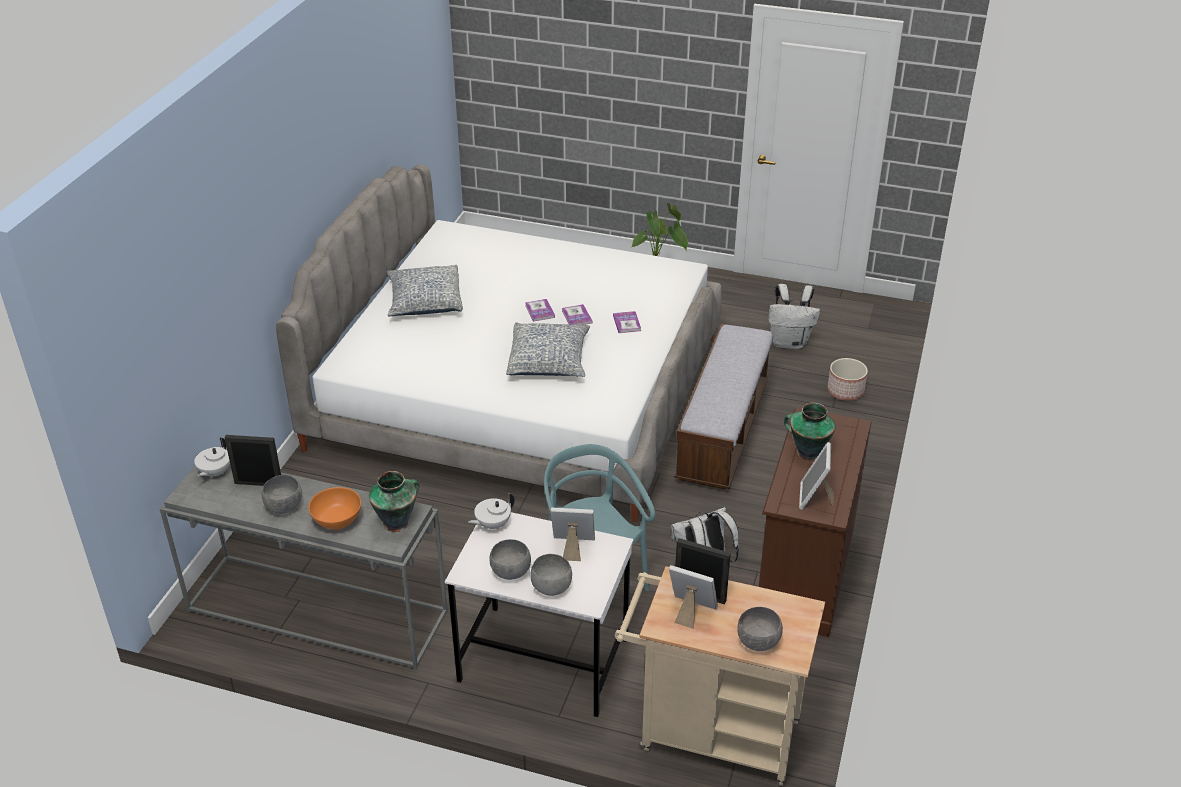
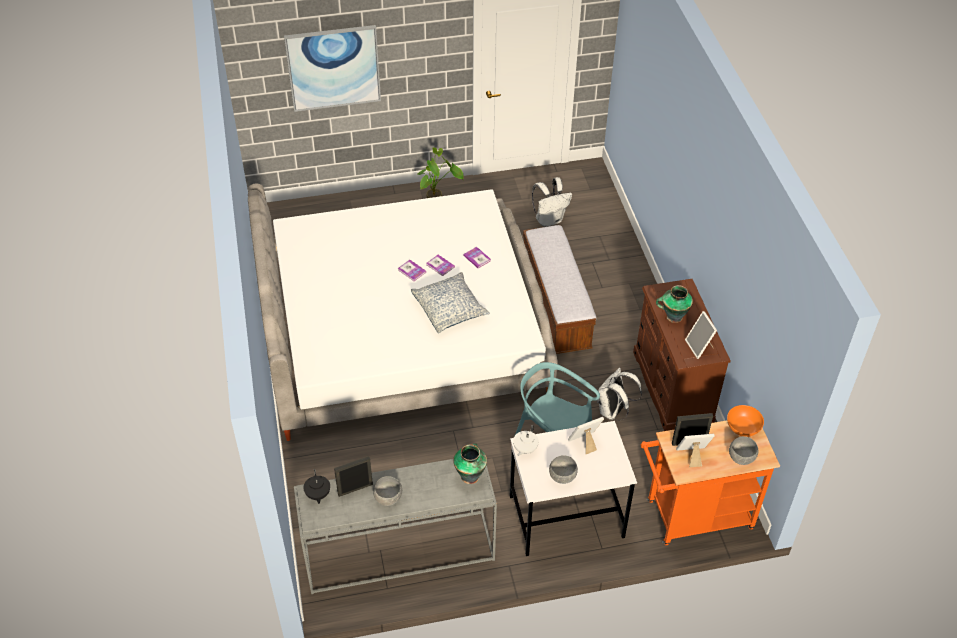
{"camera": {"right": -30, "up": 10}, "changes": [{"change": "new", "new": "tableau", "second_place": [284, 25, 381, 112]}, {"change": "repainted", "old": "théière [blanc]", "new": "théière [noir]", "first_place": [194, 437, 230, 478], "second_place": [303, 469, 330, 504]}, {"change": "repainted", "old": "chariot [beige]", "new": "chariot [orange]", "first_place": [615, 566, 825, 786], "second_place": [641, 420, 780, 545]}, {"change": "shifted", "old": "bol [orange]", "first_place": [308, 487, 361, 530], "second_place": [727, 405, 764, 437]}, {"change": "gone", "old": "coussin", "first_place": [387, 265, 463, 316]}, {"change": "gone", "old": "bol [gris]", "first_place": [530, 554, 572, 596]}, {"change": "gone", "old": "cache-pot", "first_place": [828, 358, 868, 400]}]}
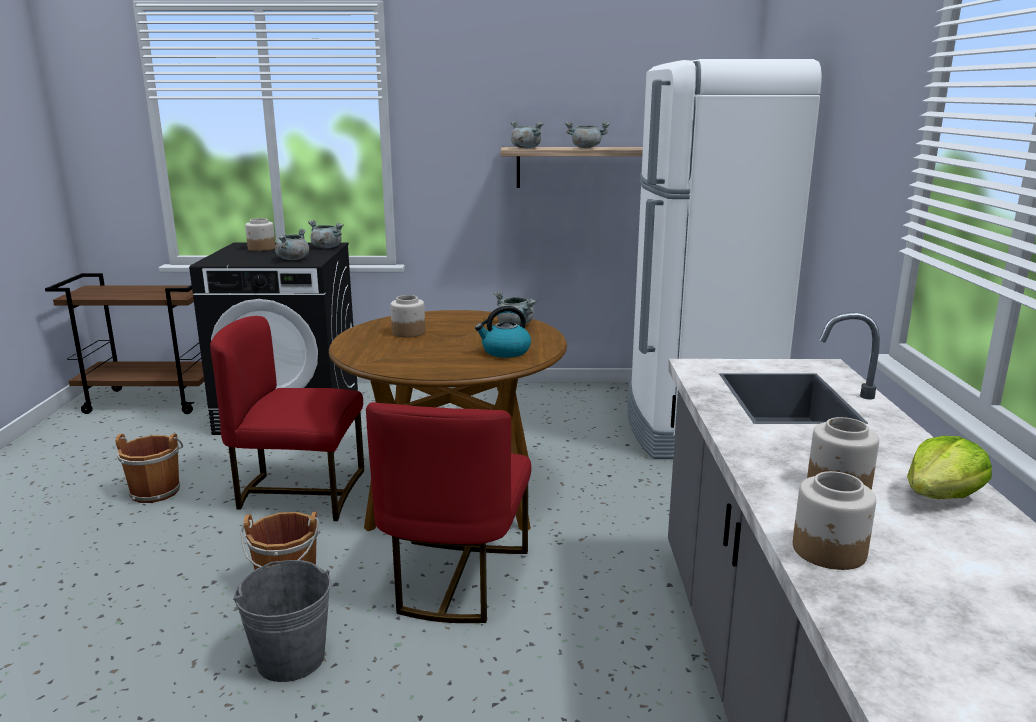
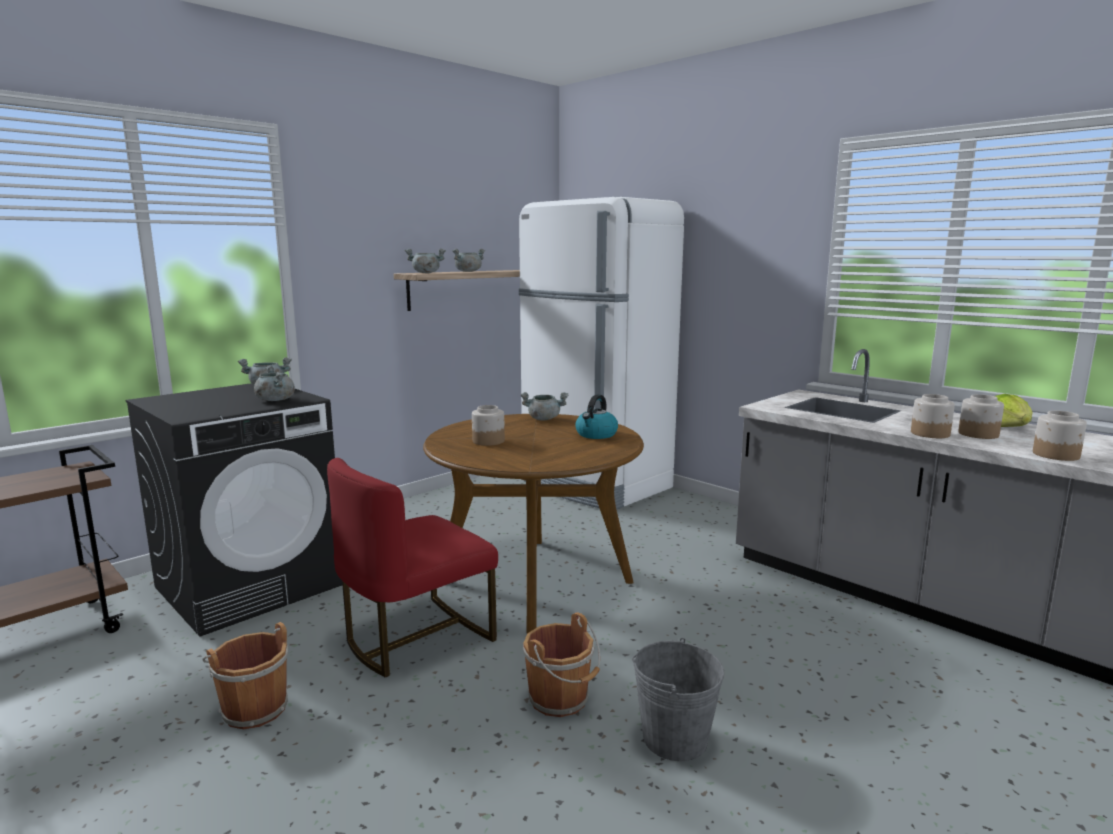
{"camera": {"right": -45, "up": -5}, "changes": [{"change": "shifted", "old": "bocal", "first_place": [245, 218, 275, 251], "second_place": [911, 394, 955, 438]}, {"change": "gone", "old": "chaise [rouge]", "first_place": [366, 402, 531, 623]}]}
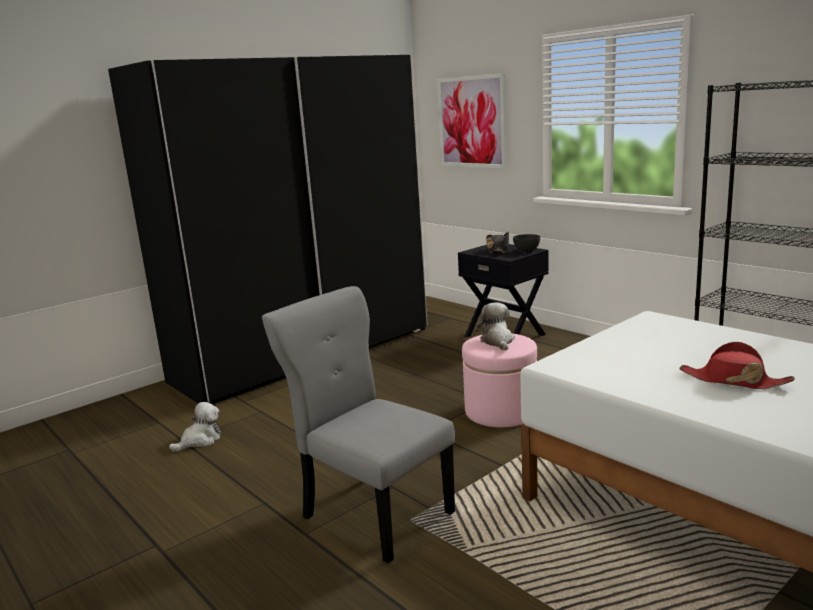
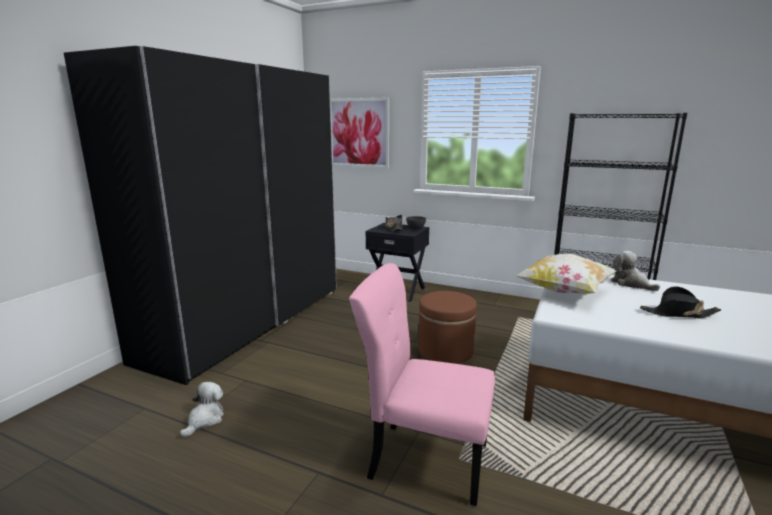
{"camera": {"right": -25, "up": 0}, "changes": [{"change": "repainted", "old": "chaise [gris]", "new": "chaise [rose]", "first_place": [262, 286, 455, 563], "second_place": [349, 263, 495, 506]}, {"change": "repainted", "old": "pouf [rose]", "new": "pouf [marron]", "first_place": [462, 333, 537, 427], "second_place": [418, 291, 477, 364]}, {"change": "new", "new": "coussin", "second_place": [515, 254, 616, 294]}, {"change": "shifted", "old": "peluche", "first_place": [477, 302, 515, 351], "second_place": [610, 251, 660, 291]}, {"change": "repainted", "old": "chapeau [rouge]", "new": "chapeau [noir]", "first_place": [680, 342, 795, 389], "second_place": [640, 286, 721, 318]}]}
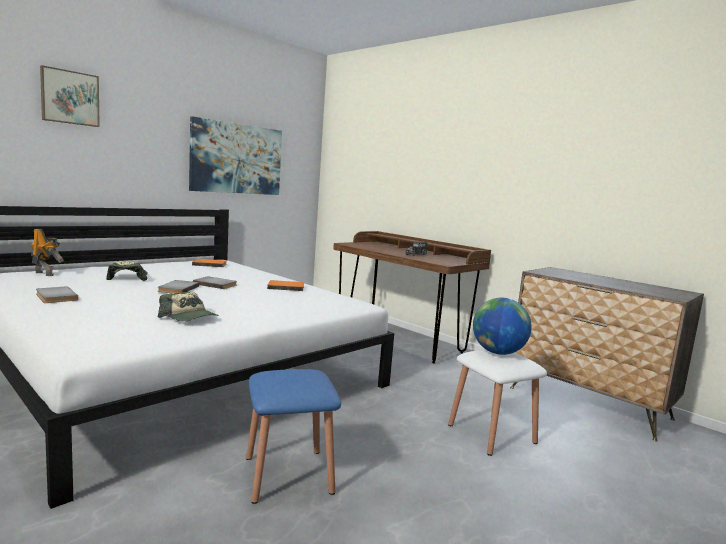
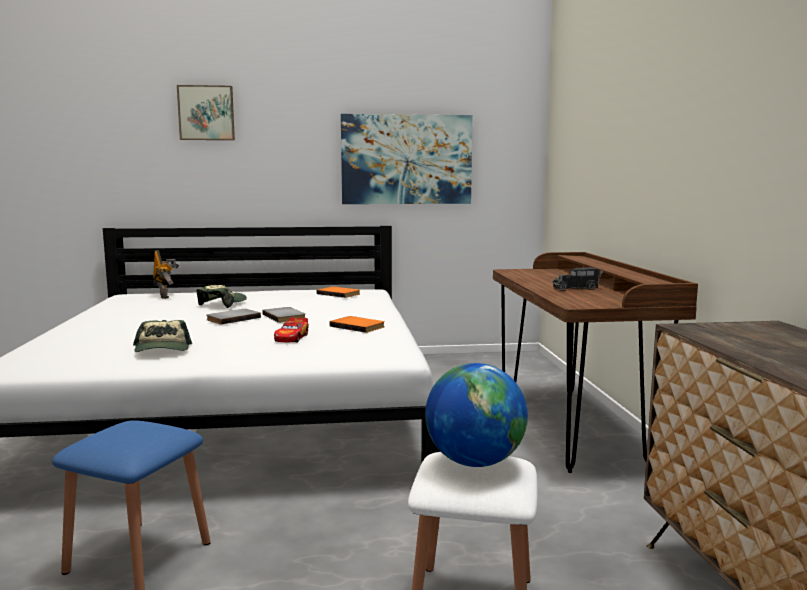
{"camera": {"right": 40, "up": 0}, "changes": [{"change": "new", "new": "petite voiture", "second_place": [274, 317, 309, 342]}, {"change": "gone", "old": "livre [gris]", "first_place": [36, 286, 78, 303]}]}
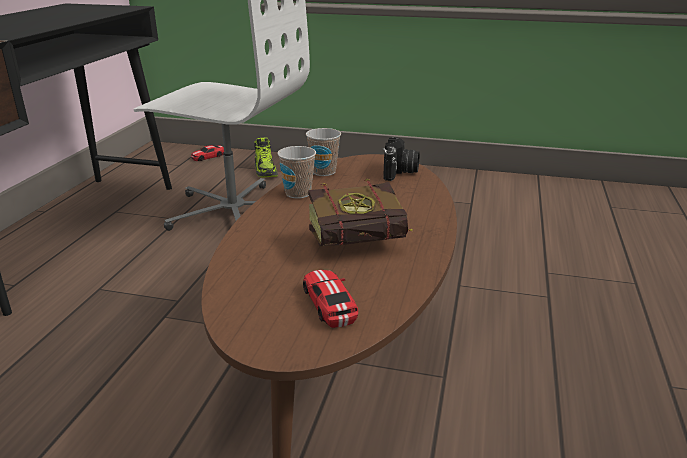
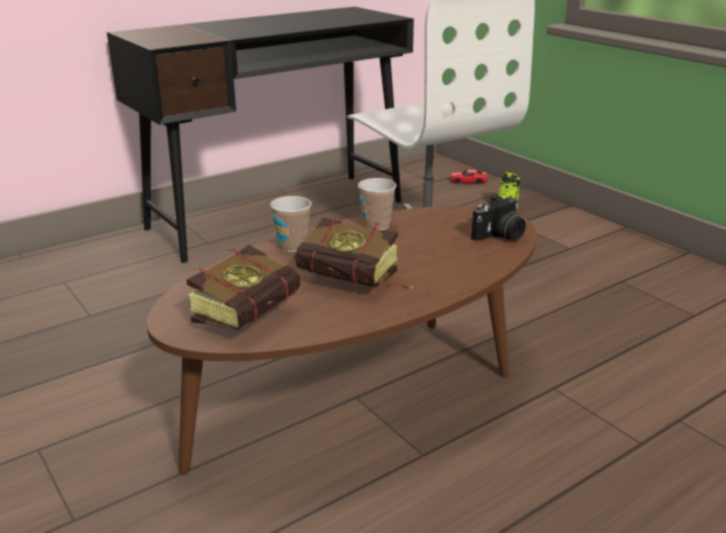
{"camera": {"right": 40, "up": 0}, "changes": [{"change": "swapped", "old": "petite voiture", "new": "livre", "first_place": [303, 270, 358, 328], "second_place": [187, 245, 300, 331]}, {"change": "shifted", "old": "tasse", "first_place": [306, 128, 341, 176], "second_place": [270, 196, 311, 252]}]}
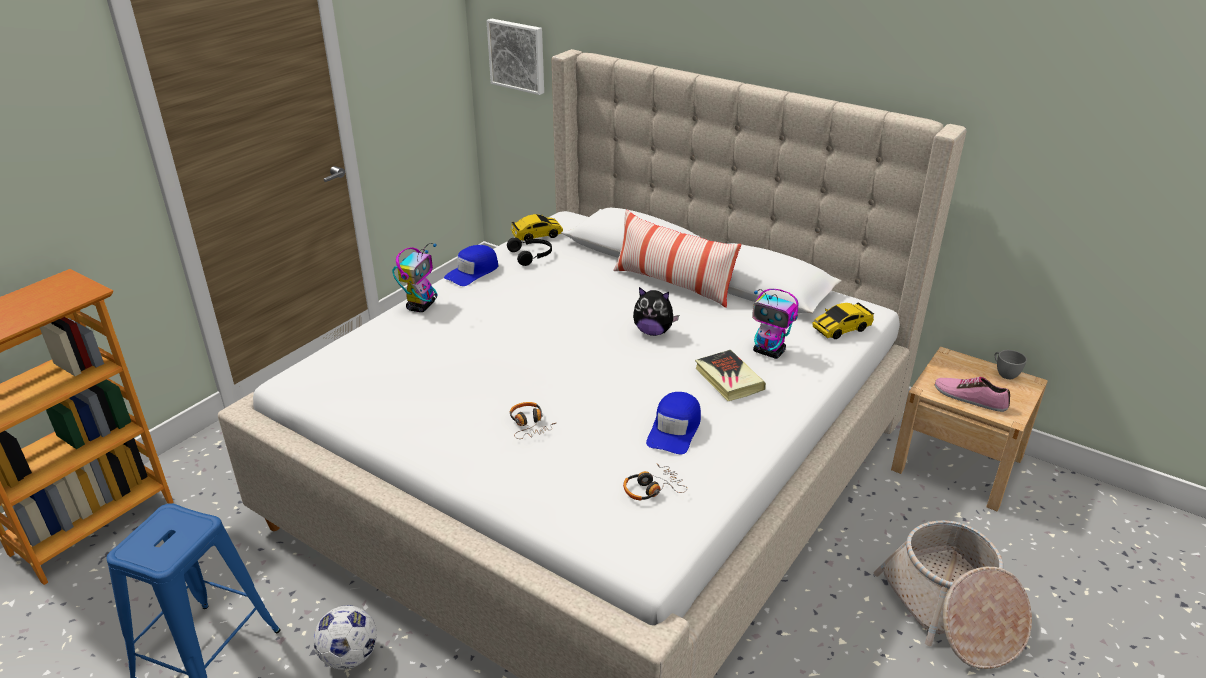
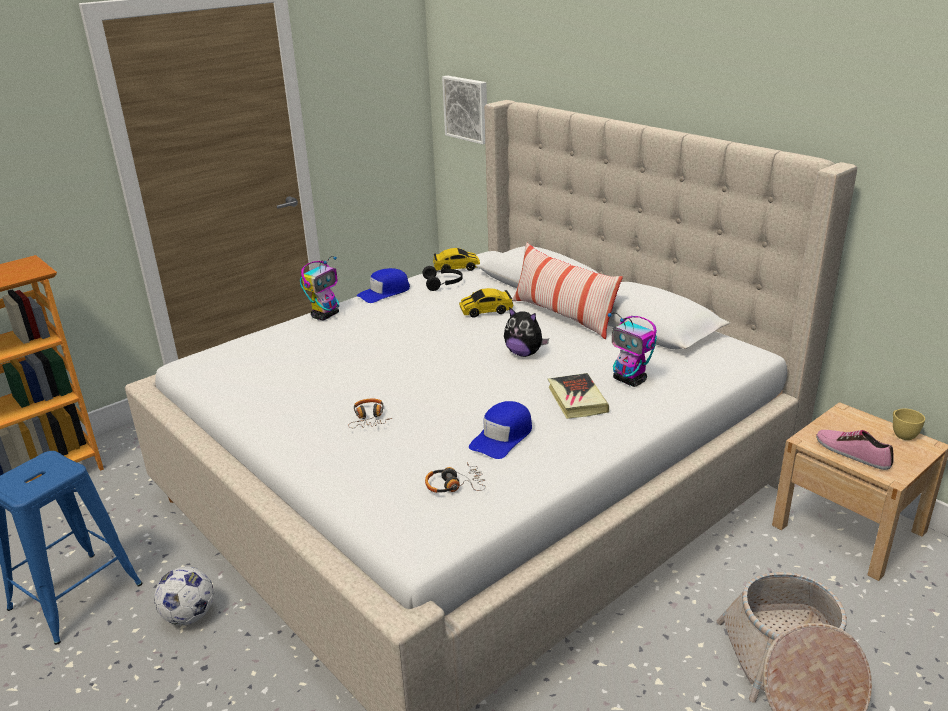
{"camera": {"right": 15, "up": -5}, "changes": [{"change": "shifted", "old": "petite voiture", "first_place": [813, 302, 874, 339], "second_place": [459, 288, 514, 318]}, {"change": "repainted", "old": "tasse [gris]", "new": "tasse [jaune]", "first_place": [995, 350, 1027, 379], "second_place": [893, 408, 925, 440]}]}
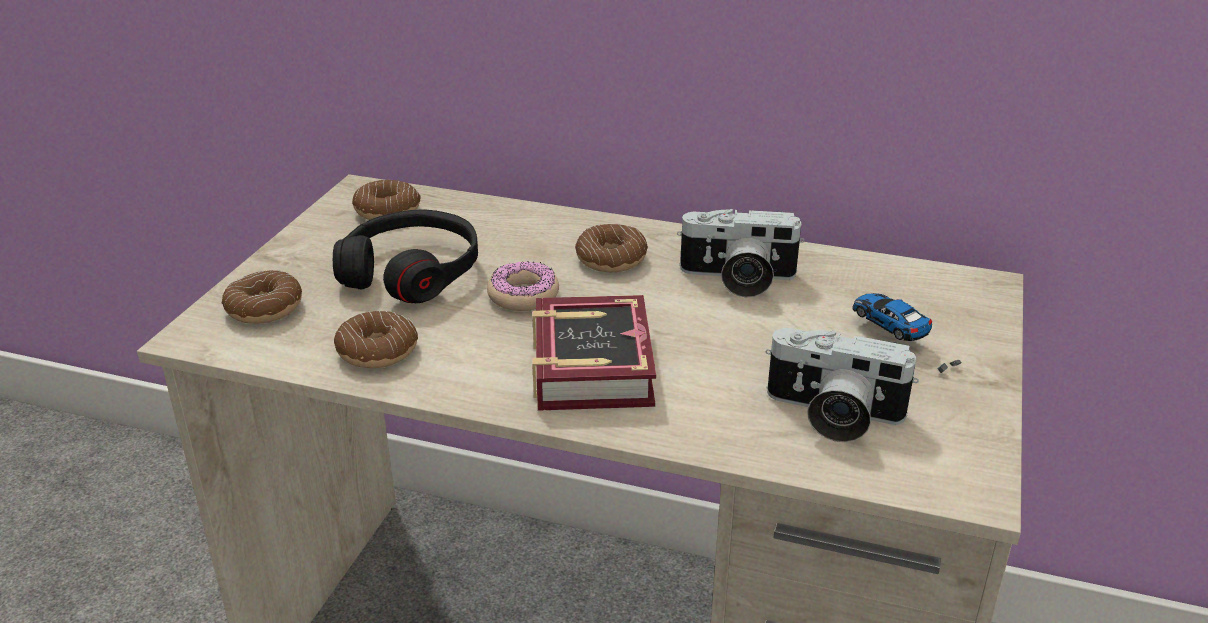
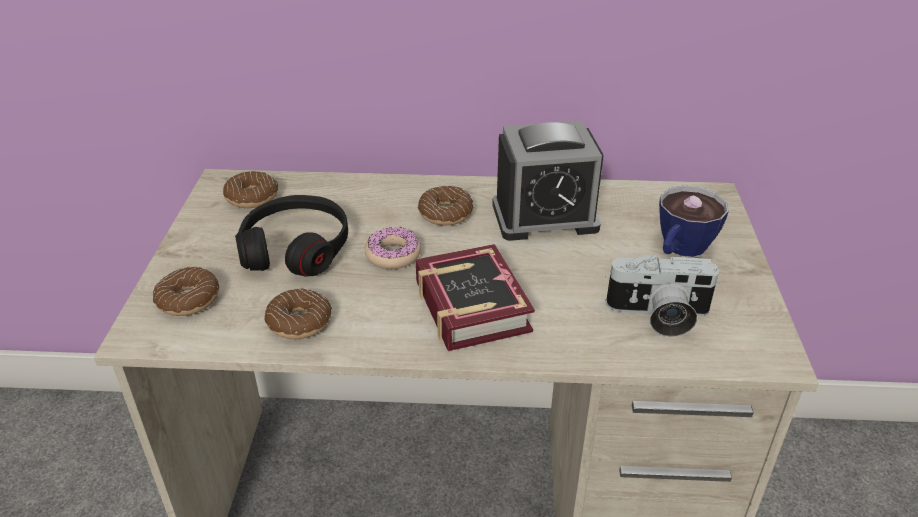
{"camera": {"right": -15, "up": 5}, "changes": [{"change": "swapped", "old": "appareil photo", "new": "réveil", "first_place": [677, 209, 804, 298], "second_place": [492, 121, 604, 241]}, {"change": "swapped", "old": "petite voiture", "new": "tasse", "first_place": [852, 293, 962, 373], "second_place": [659, 186, 729, 257]}]}
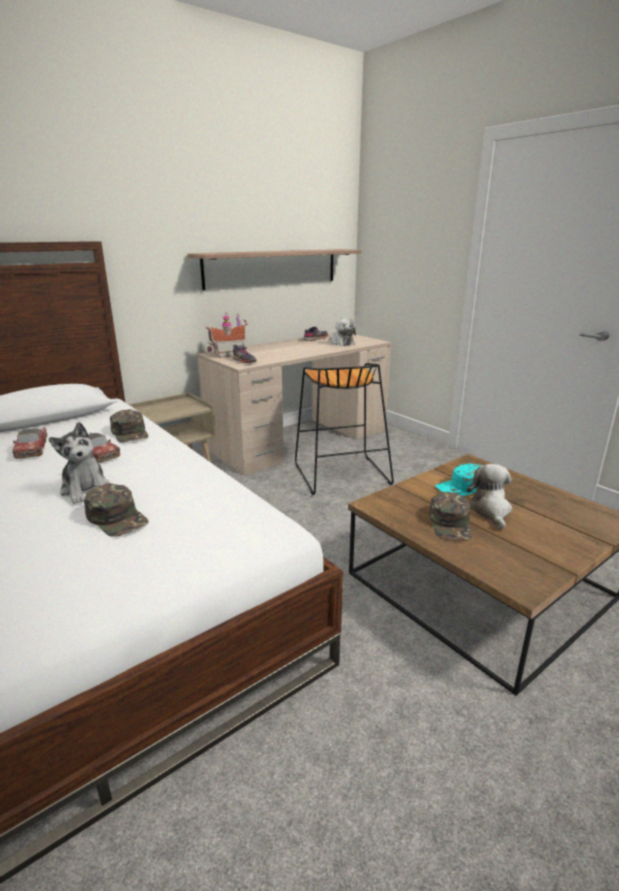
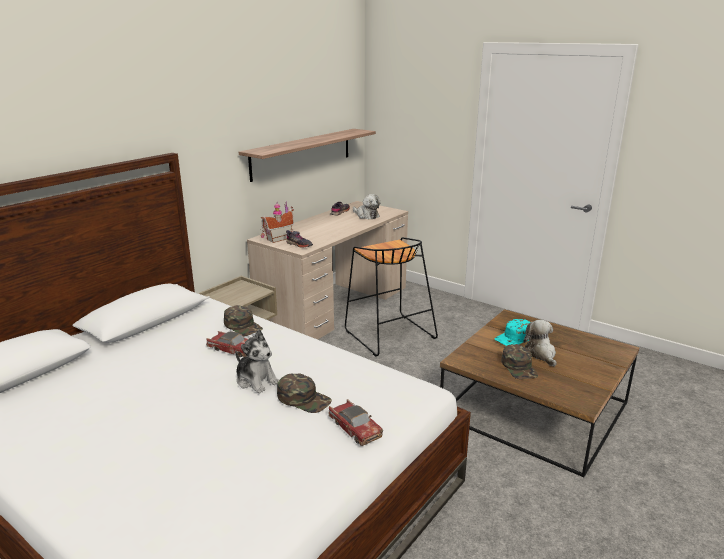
{"camera": {"right": -15, "up": 0}, "changes": [{"change": "shifted", "old": "petite voiture", "first_place": [12, 427, 48, 459], "second_place": [328, 399, 383, 446]}]}
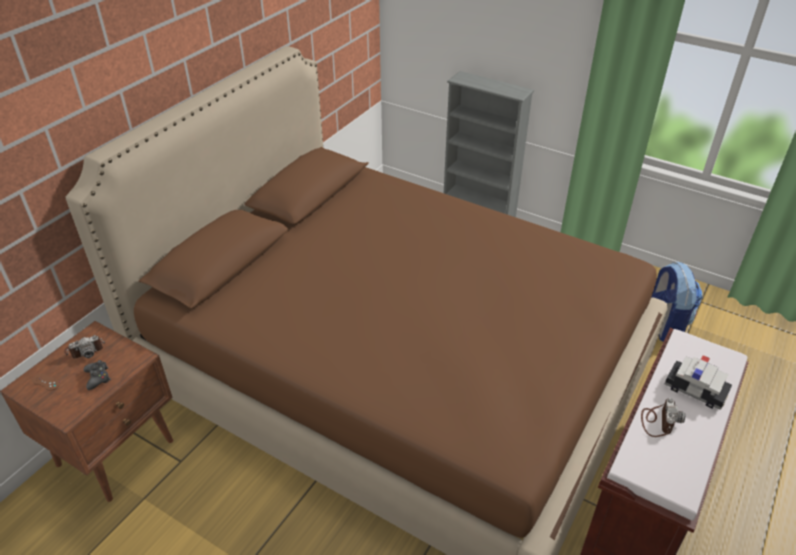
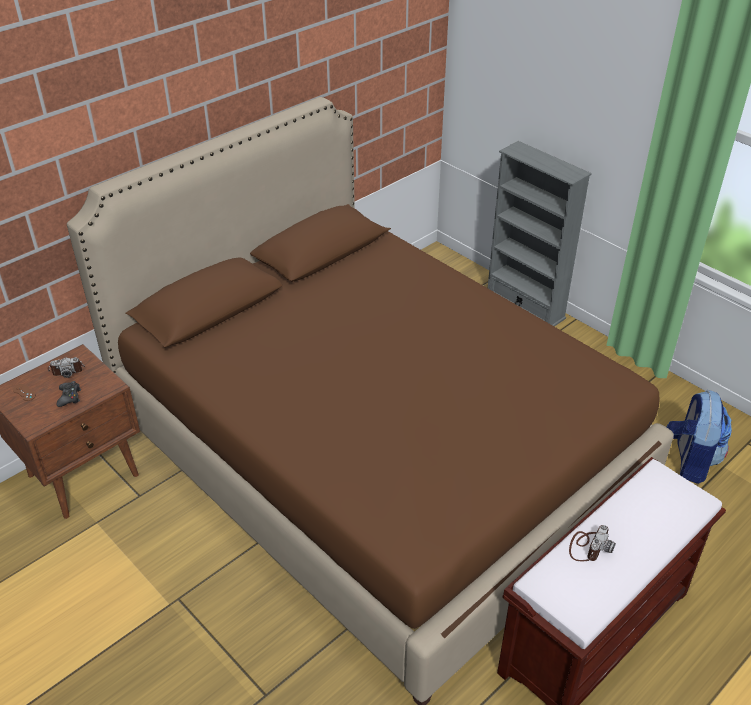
{"camera": {"right": 15, "up": 0}, "changes": [{"change": "gone", "old": "petite voiture", "first_place": [665, 355, 732, 410]}]}
